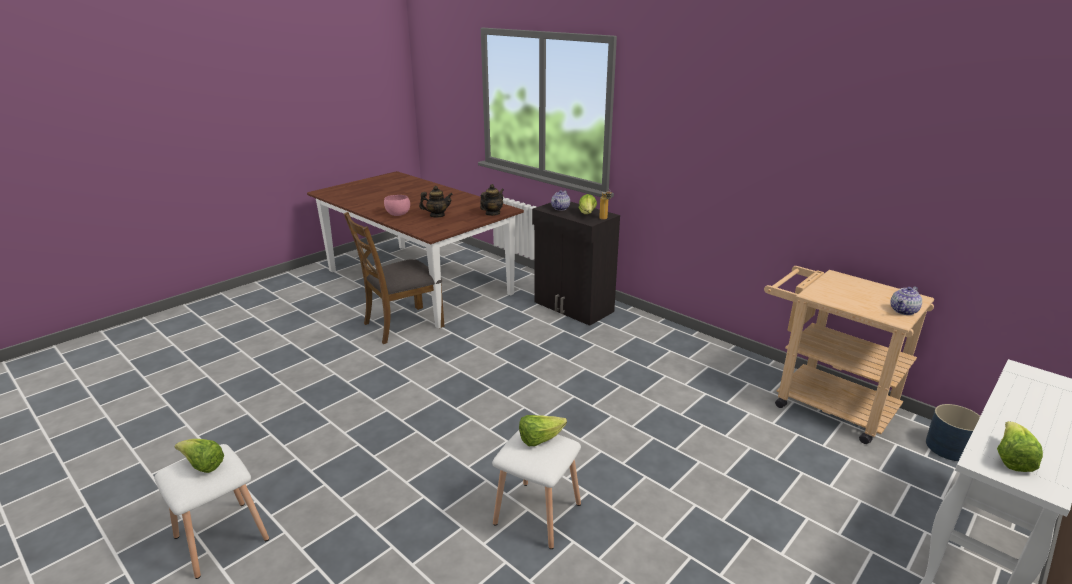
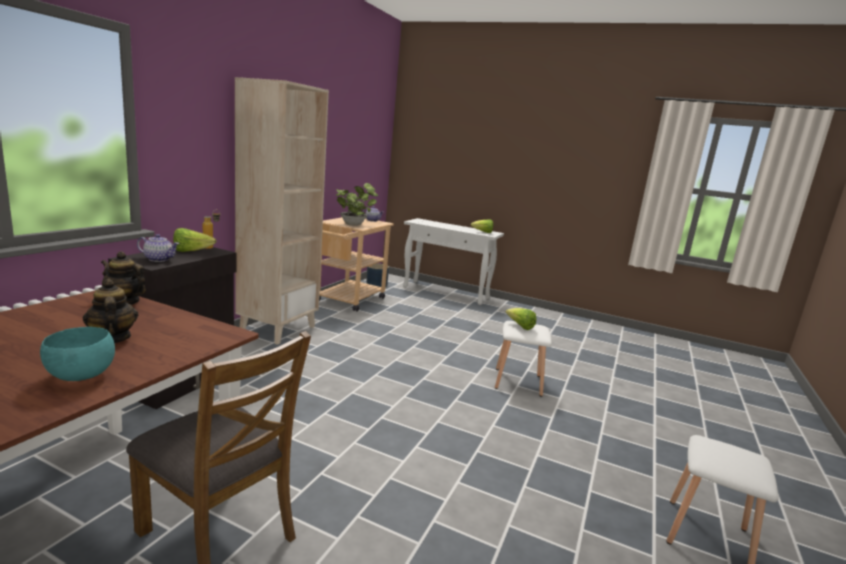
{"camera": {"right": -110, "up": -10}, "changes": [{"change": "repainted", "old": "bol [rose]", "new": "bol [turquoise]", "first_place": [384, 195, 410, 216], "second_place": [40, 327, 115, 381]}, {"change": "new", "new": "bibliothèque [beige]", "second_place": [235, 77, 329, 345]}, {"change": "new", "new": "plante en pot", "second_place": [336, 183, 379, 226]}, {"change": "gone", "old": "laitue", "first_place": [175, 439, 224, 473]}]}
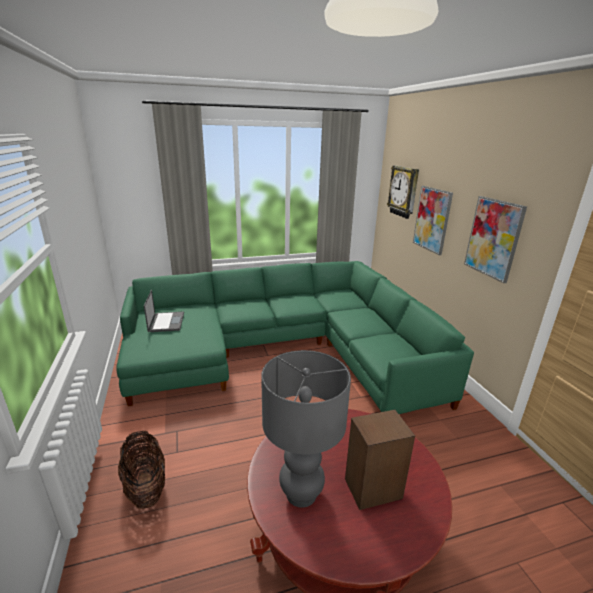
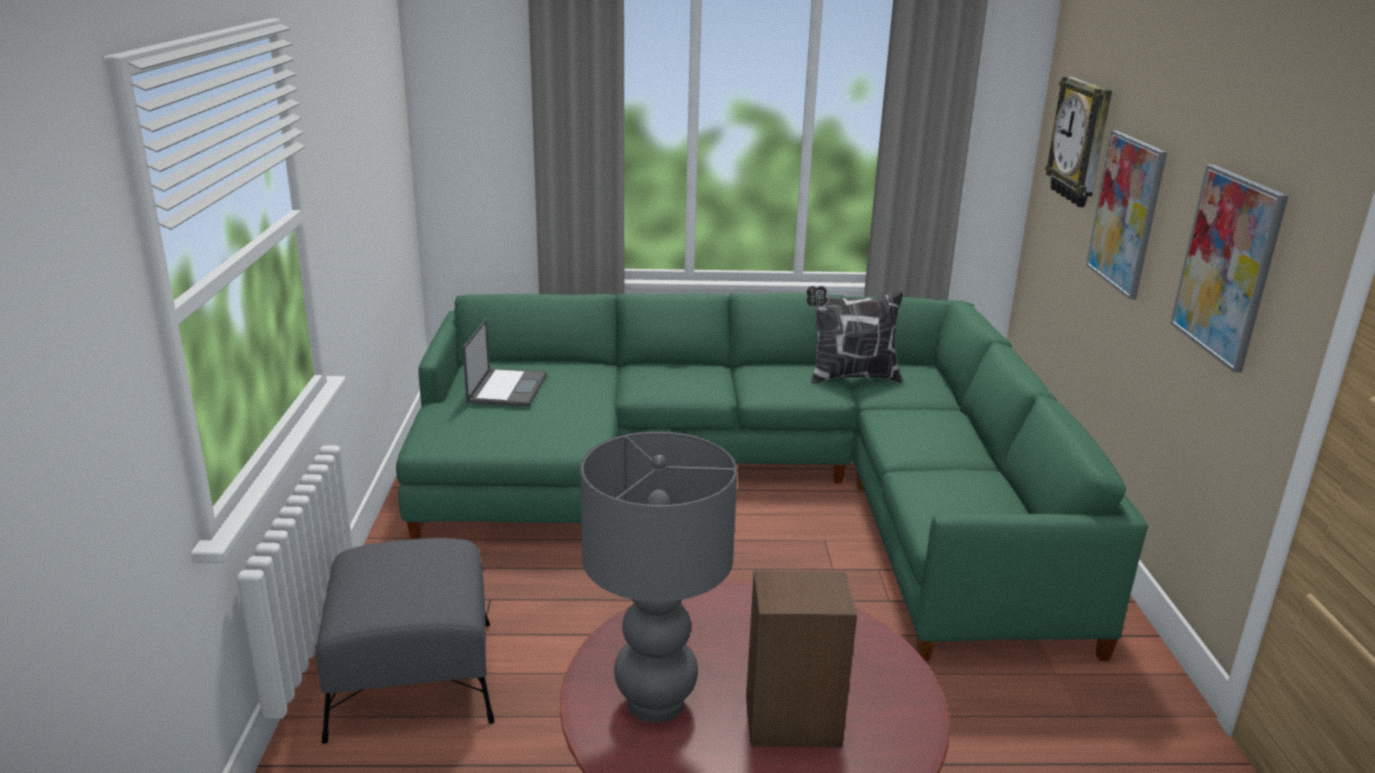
{"camera": {"right": 15, "up": 0}, "changes": [{"change": "swapped", "old": "panier", "new": "pouf [gris]", "first_place": [118, 431, 165, 509], "second_place": [316, 538, 495, 744]}, {"change": "new", "new": "coussin", "second_place": [807, 286, 903, 384]}]}
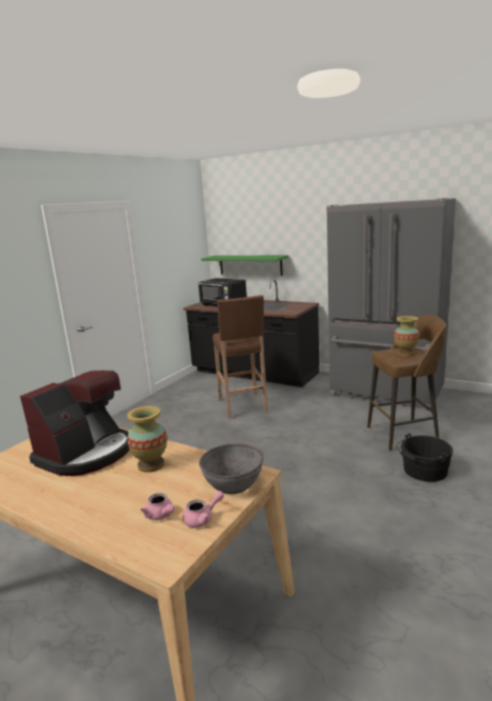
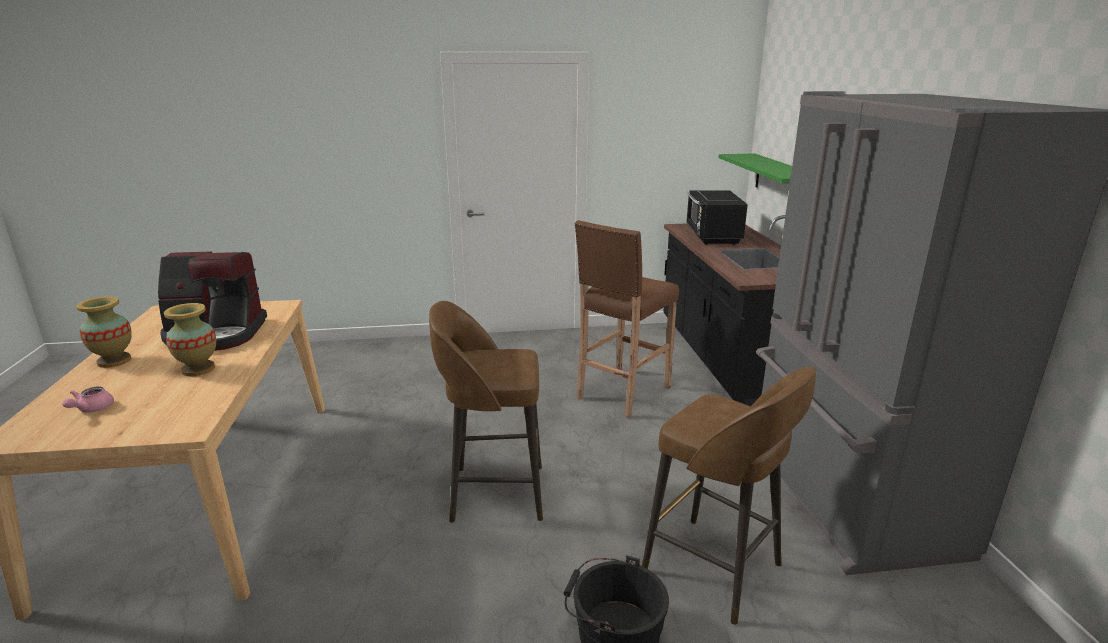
{"camera": {"right": 50, "up": 5}, "changes": [{"change": "shifted", "old": "vase", "first_place": [394, 316, 420, 356], "second_place": [76, 296, 132, 368]}, {"change": "new", "new": "tabouret [marron]", "second_place": [429, 301, 543, 523]}, {"change": "gone", "old": "théière [rose]", "first_place": [183, 491, 224, 528]}, {"change": "gone", "old": "bol [gris]", "first_place": [199, 443, 263, 494]}]}
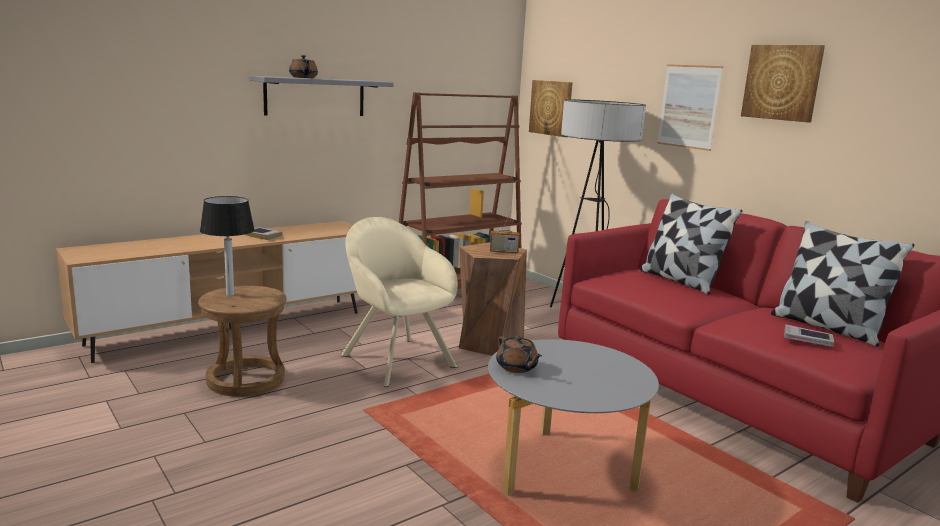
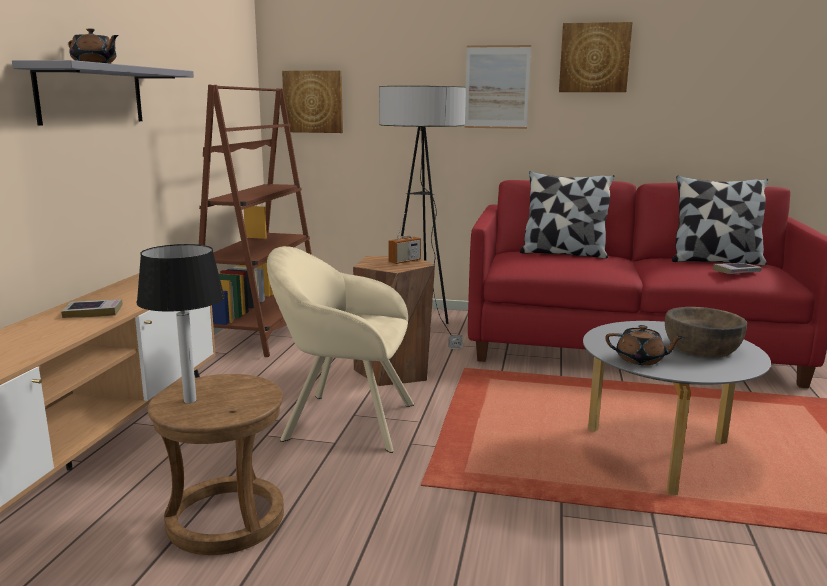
{"camera": {"right": -40, "up": 0}, "changes": [{"change": "new", "new": "bol [marron]", "second_place": [665, 307, 747, 358]}]}
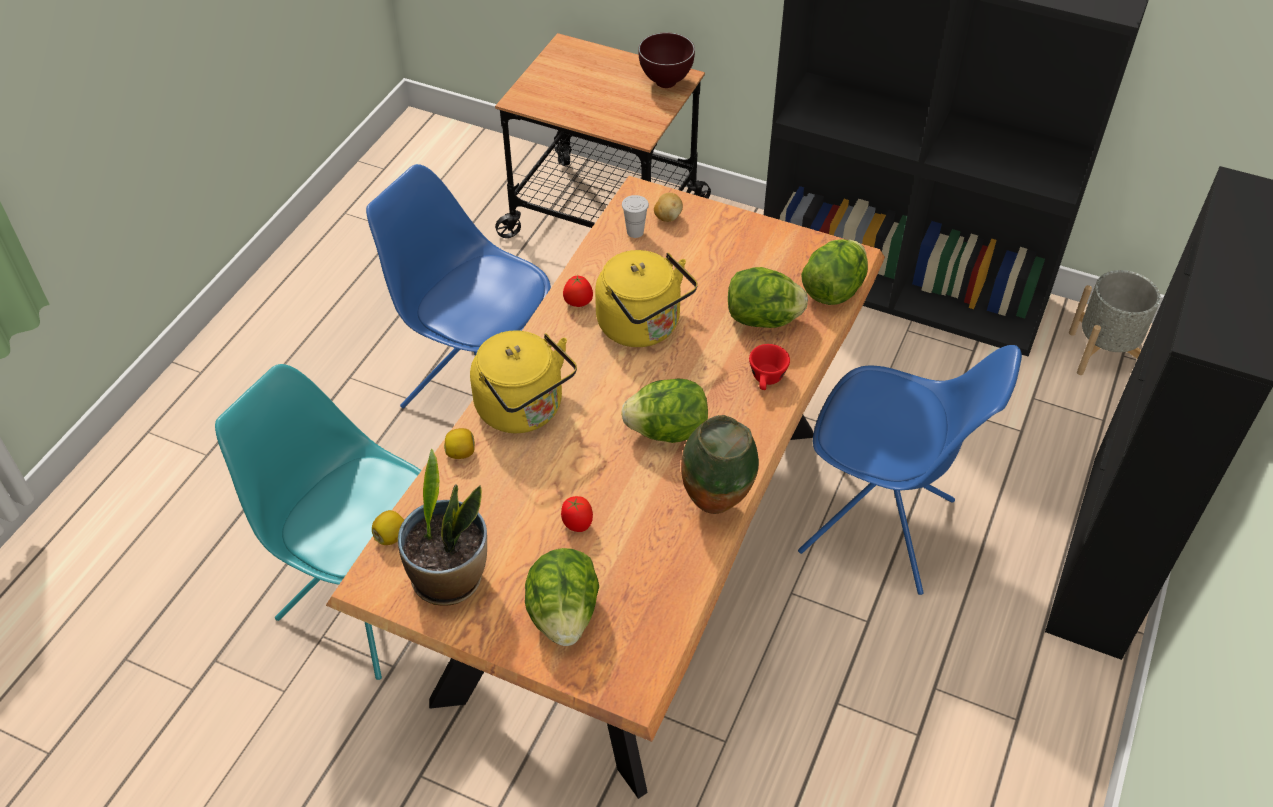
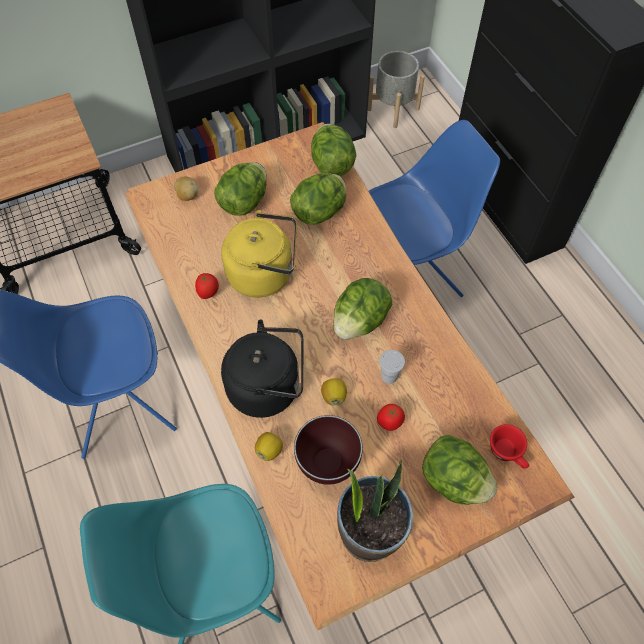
{"camera": {"right": -50, "up": 10}, "changes": [{"change": "new", "new": "laitue", "second_place": [214, 162, 267, 216]}, {"change": "repainted", "old": "bouilloire [jaune]", "new": "bouilloire [noir]", "first_place": [470, 330, 577, 433], "second_place": [221, 319, 303, 418]}, {"change": "shifted", "old": "bol [marron]", "first_place": [638, 33, 695, 88], "second_place": [294, 415, 363, 485]}, {"change": "shifted", "old": "citron", "first_place": [372, 510, 404, 545], "second_place": [321, 378, 347, 406]}, {"change": "shifted", "old": "tasse [blanc]", "first_place": [622, 195, 649, 238], "second_place": [379, 350, 405, 384]}, {"change": "shifted", "old": "tasse [rouge]", "first_place": [749, 344, 790, 390], "second_place": [490, 424, 529, 469]}, {"change": "gone", "old": "vase", "first_place": [681, 415, 759, 514]}]}
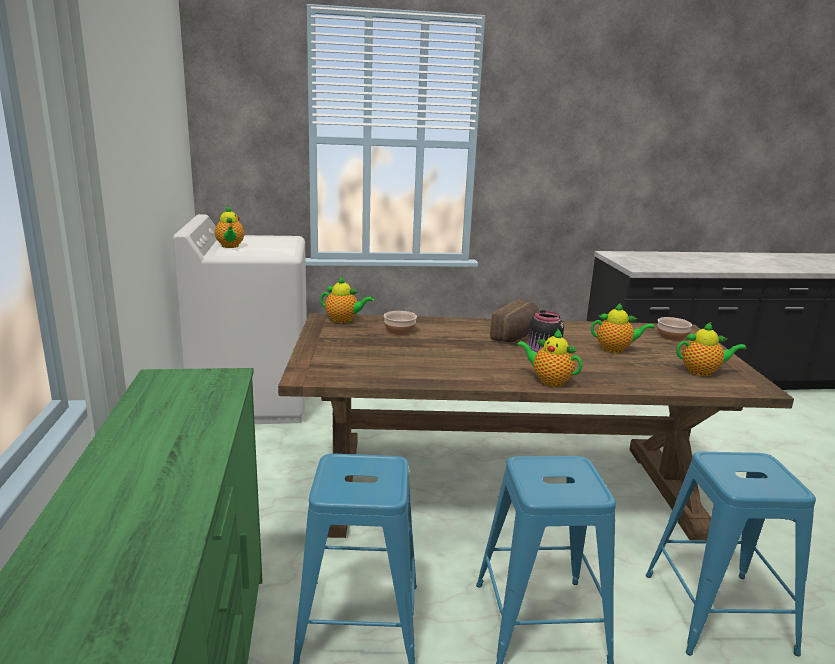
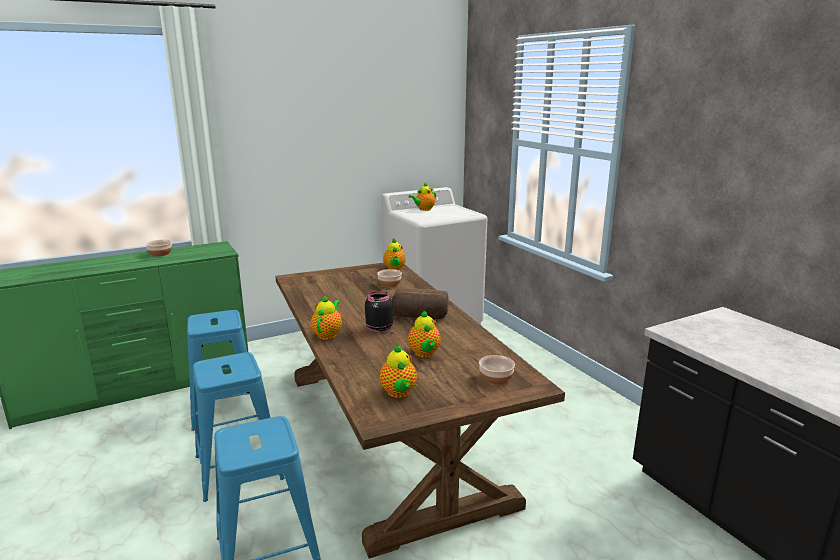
{"camera": {"right": 70, "up": 0}, "changes": [{"change": "new", "new": "bol", "second_place": [146, 240, 172, 257]}]}
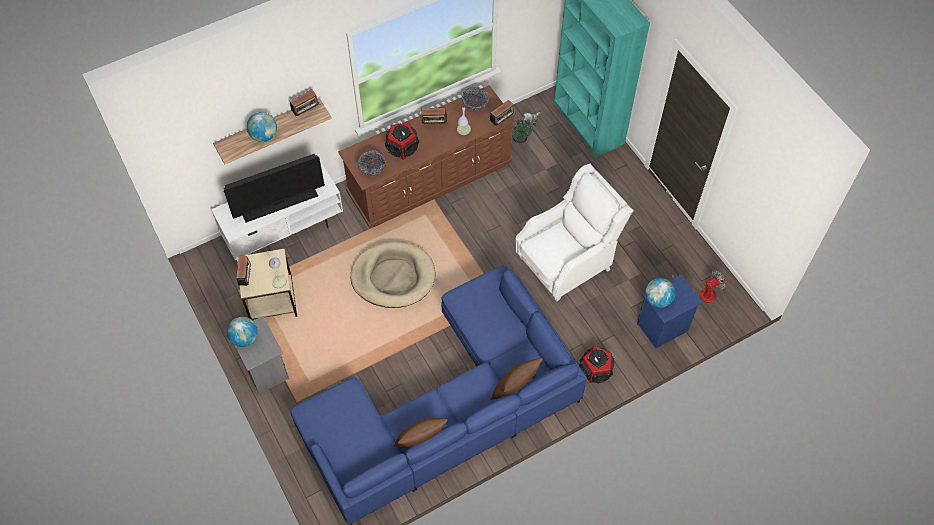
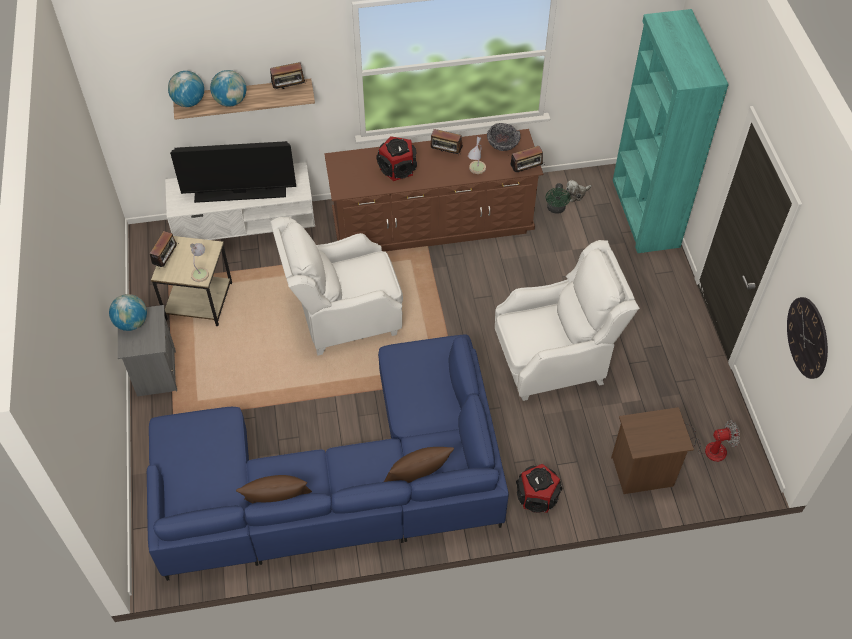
{"camera": {"right": 20, "up": -5}, "changes": [{"change": "shifted", "old": "globe", "first_place": [645, 278, 676, 308], "second_place": [168, 71, 204, 107]}, {"change": "swapped", "old": "panier pour chien [beige]", "new": "fauteuil [blanc]", "first_place": [350, 242, 435, 308], "second_place": [270, 217, 403, 356]}, {"change": "repainted", "old": "table de chevet [bleu]", "new": "table de chevet [marron]", "first_place": [637, 275, 703, 348], "second_place": [611, 407, 694, 494]}, {"change": "new", "new": "horloge murale", "second_place": [787, 297, 828, 379]}, {"change": "gone", "old": "bol", "first_place": [357, 150, 386, 175]}]}
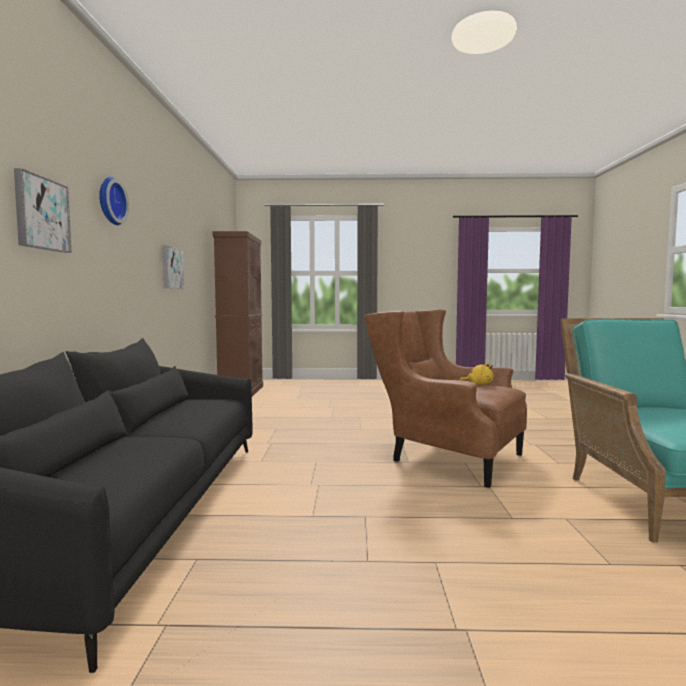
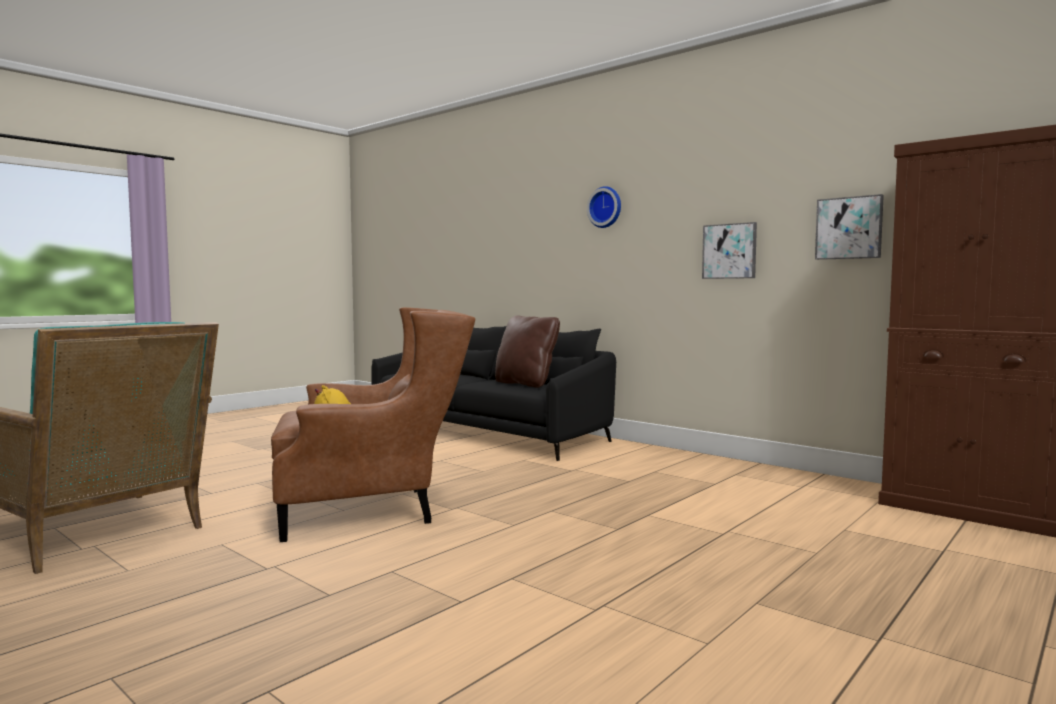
{"camera": {"right": 130, "up": 0}, "changes": [{"change": "new", "new": "coussin [marron]", "second_place": [495, 315, 560, 388]}, {"change": "shifted", "old": "tableau", "first_place": [14, 168, 72, 253], "second_place": [815, 194, 884, 260]}]}
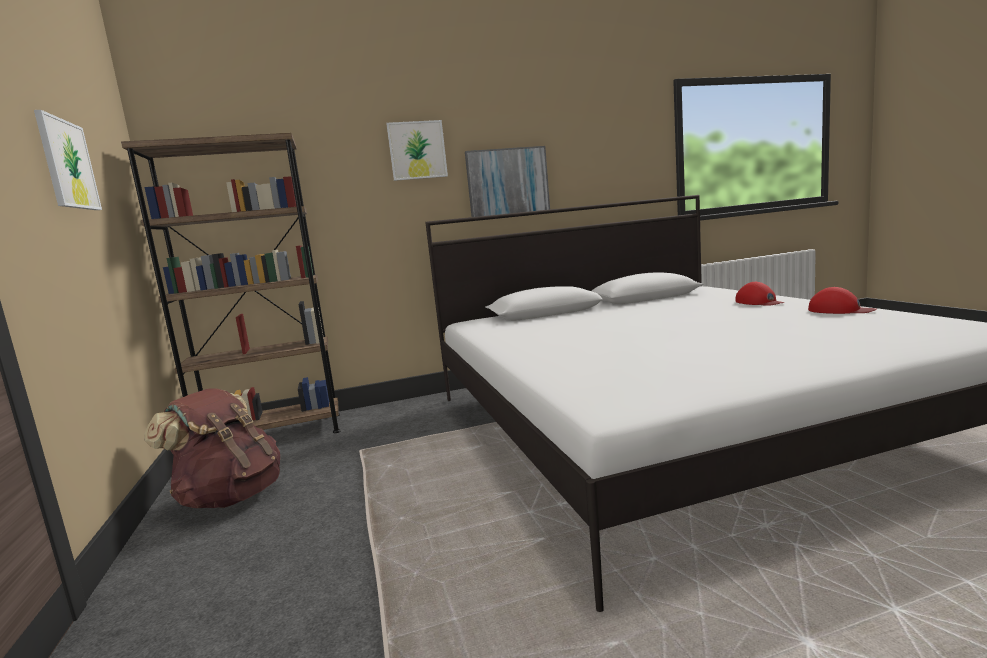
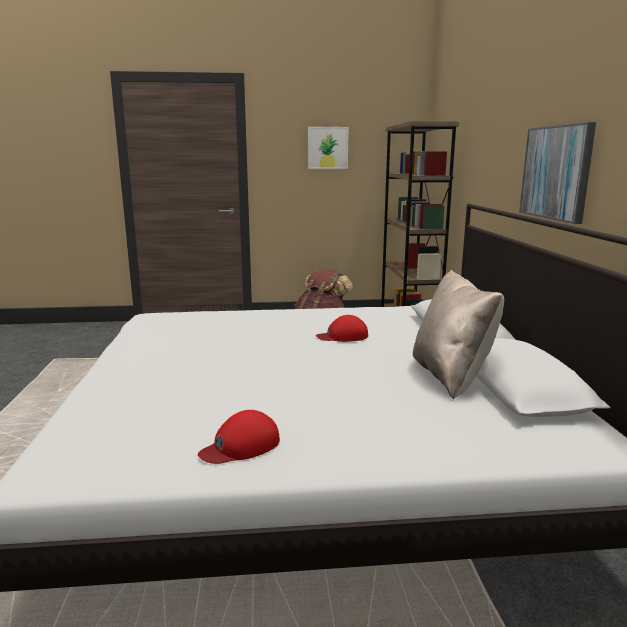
{"camera": {"right": 100, "up": 5}, "changes": [{"change": "shifted", "old": "casquette [rouge]", "first_place": [736, 282, 784, 306], "second_place": [316, 315, 368, 342]}, {"change": "new", "new": "coussin [beige]", "second_place": [413, 270, 504, 399]}, {"change": "gone", "old": "tableau", "first_place": [386, 120, 448, 181]}]}
